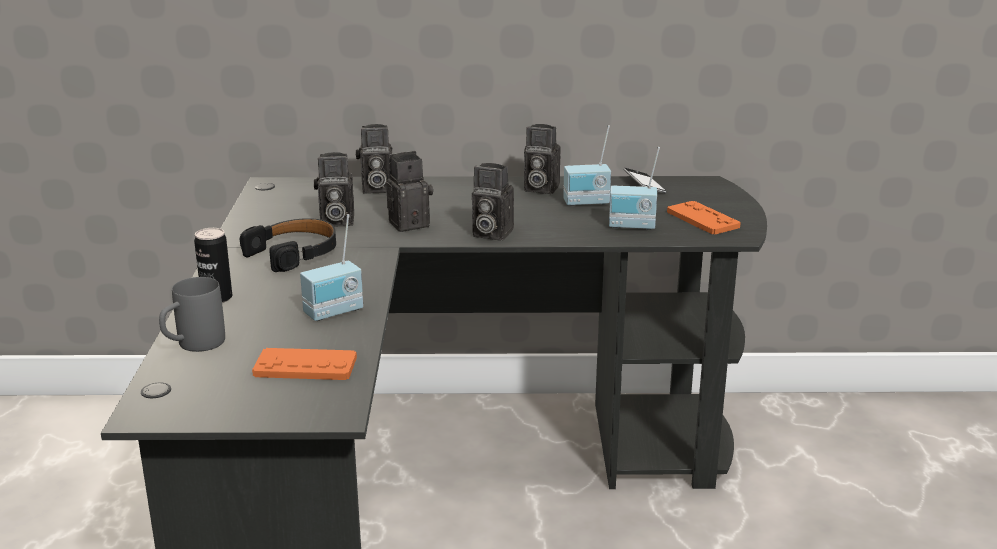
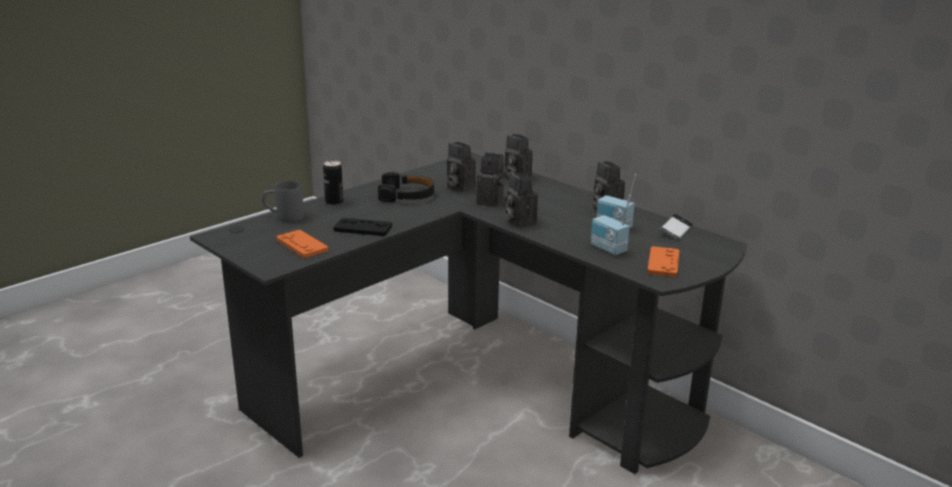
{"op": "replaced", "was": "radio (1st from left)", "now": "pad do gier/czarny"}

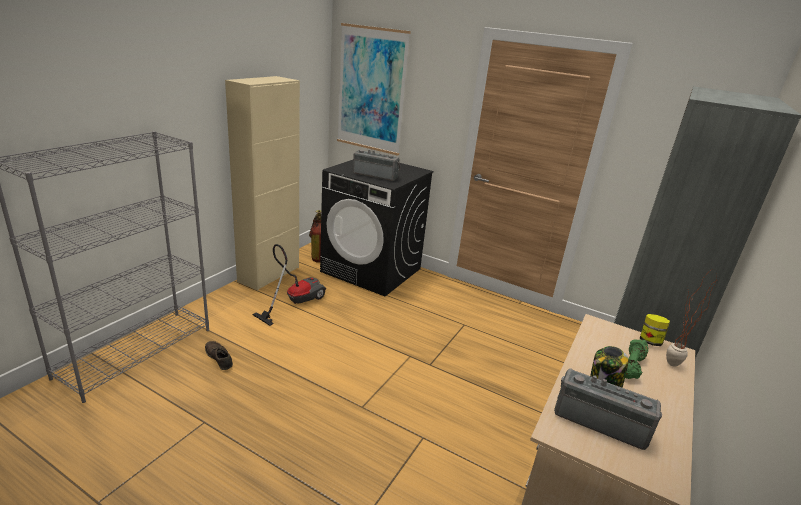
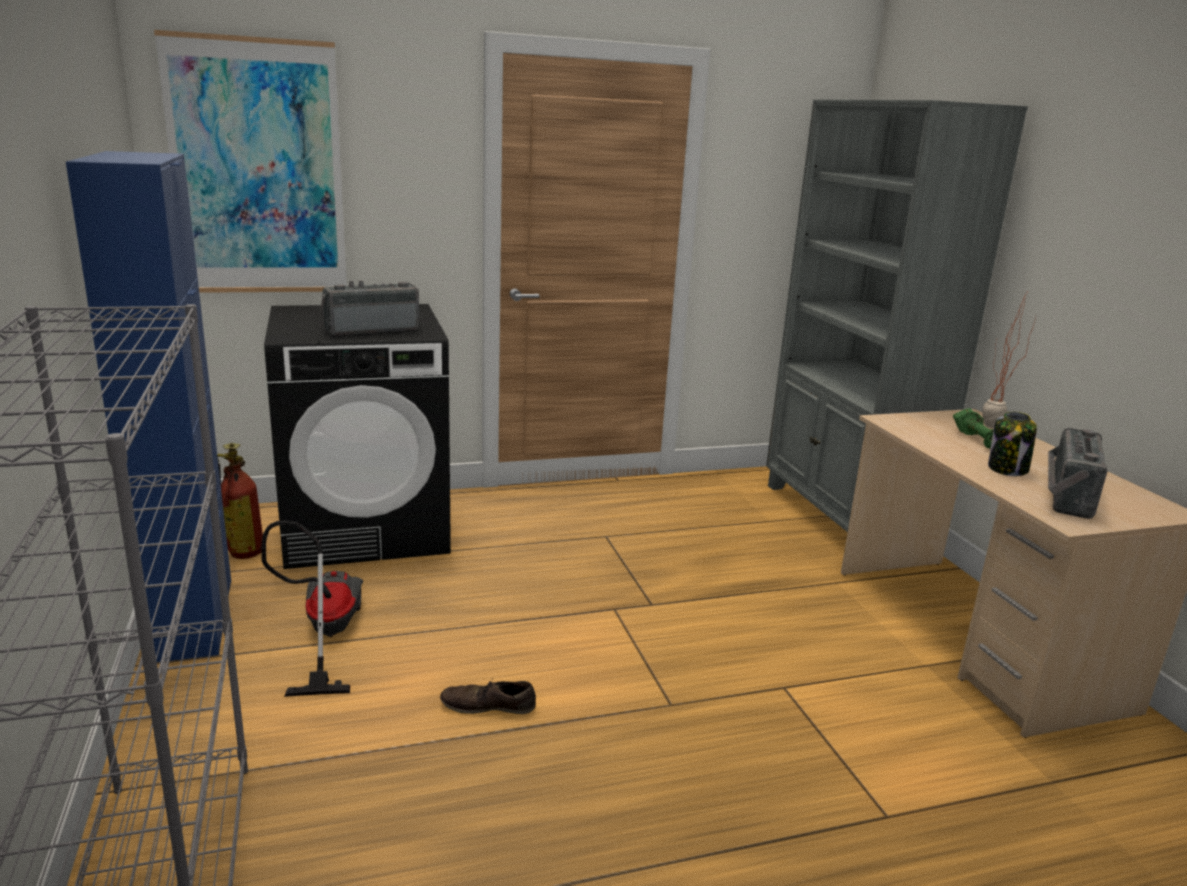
{"op": "recoloured", "was": "szafka/beżowy", "now": "szafka/niebieski"}
{"op": "removed", "was": "słoik (2nd from left)"}
{"op": "moved", "was": "but/brązowy"}
{"op": "turned", "was": "radio (2nd from left)", "clockwise": -45}

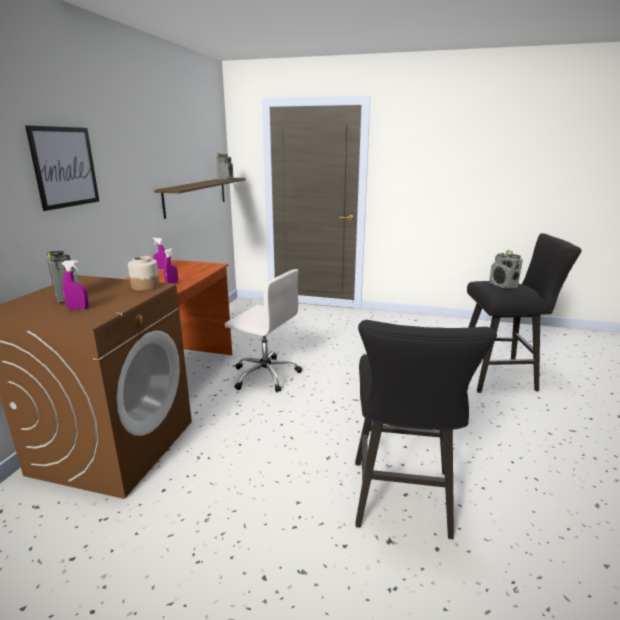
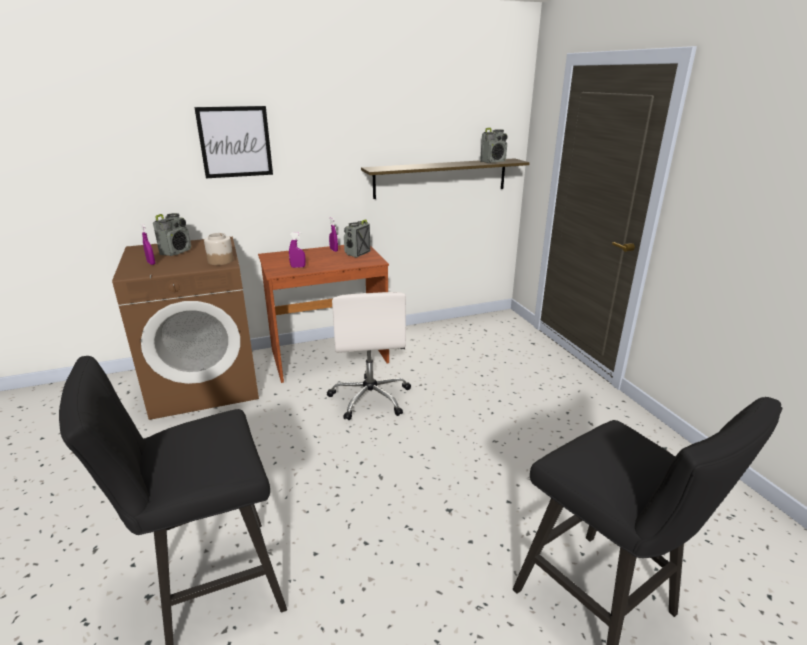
{"op": "moved", "was": "radio (3rd from left in the first image)", "now": "radio (2nd from left)"}

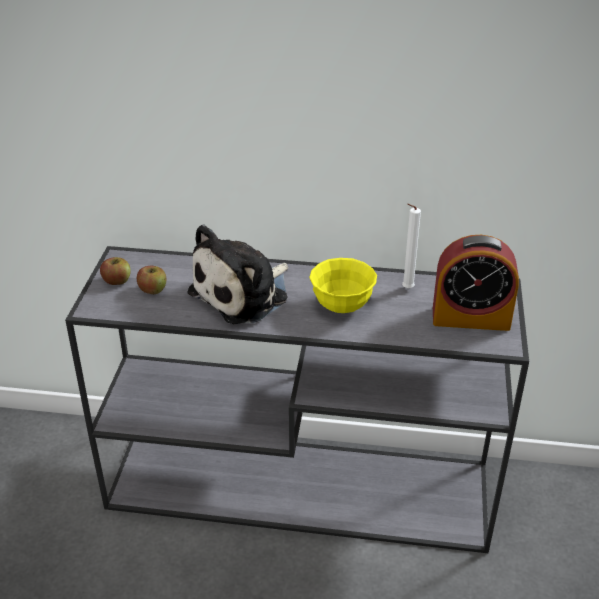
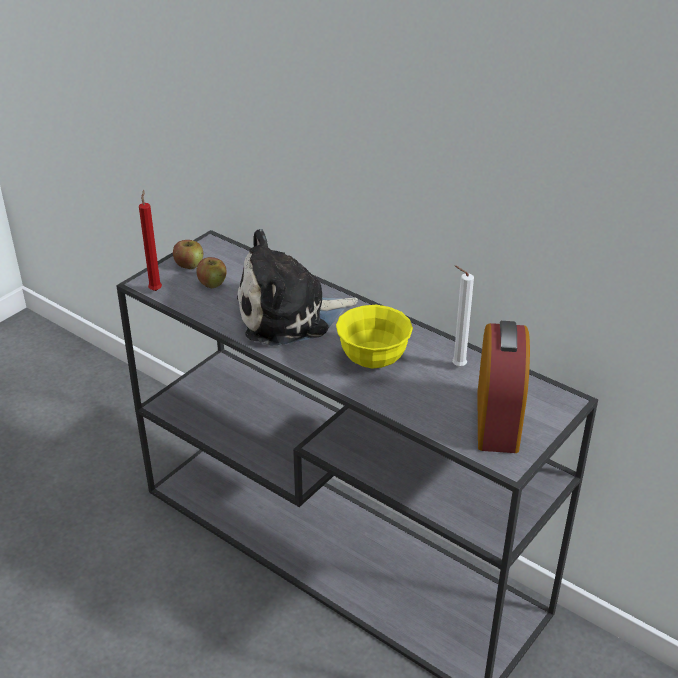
{"op": "turned", "was": "budzik", "clockwise": -120}
{"op": "added", "now": "świeca/czerwony"}

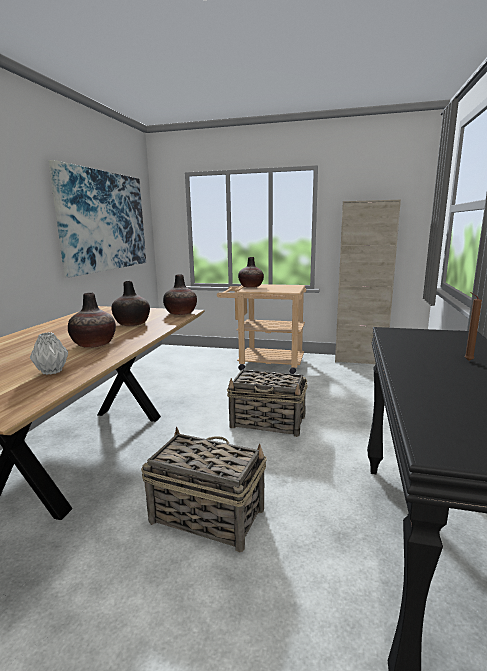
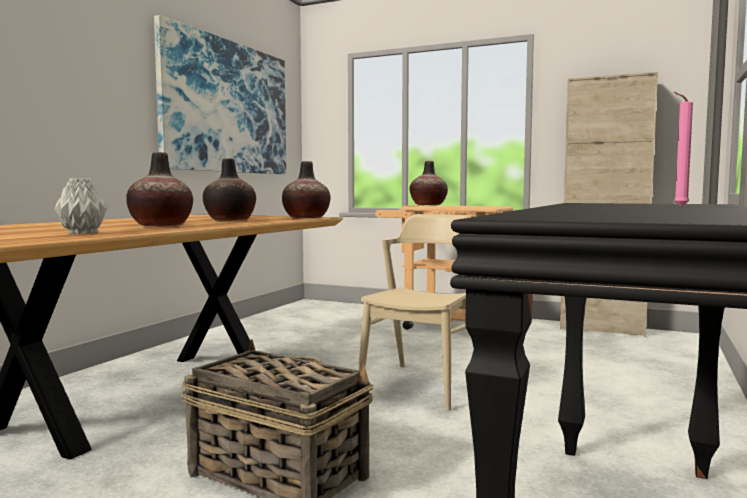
{"op": "recoloured", "was": "świeca/brązowy", "now": "świeca/różowy"}
{"op": "replaced", "was": "koszyk (2nd from left)", "now": "krzesło/beżowy"}

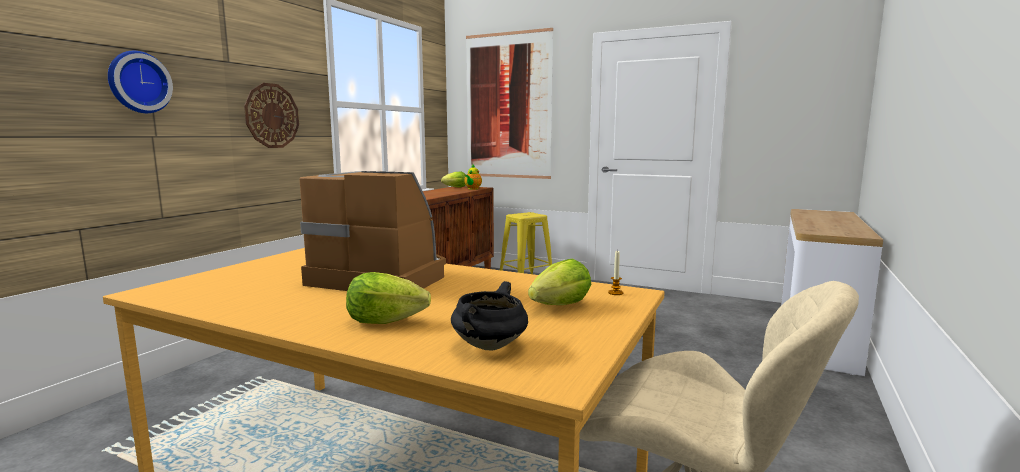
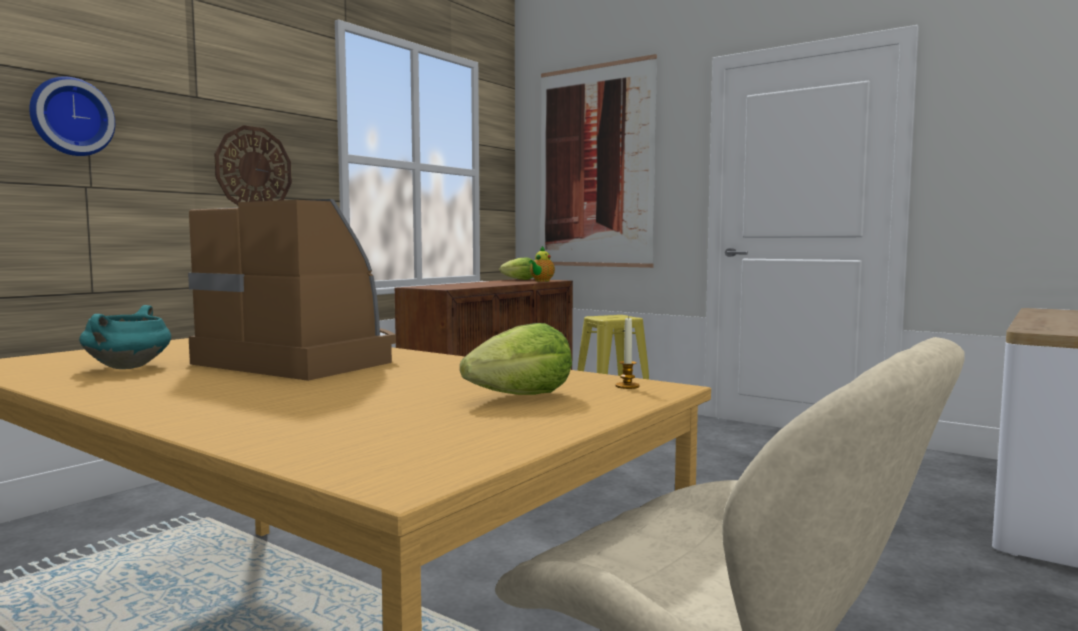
{"op": "removed", "was": "sałata (1st from left)"}
{"op": "removed", "was": "garnek/czarny"}
{"op": "added", "now": "garnek/turkusowy"}

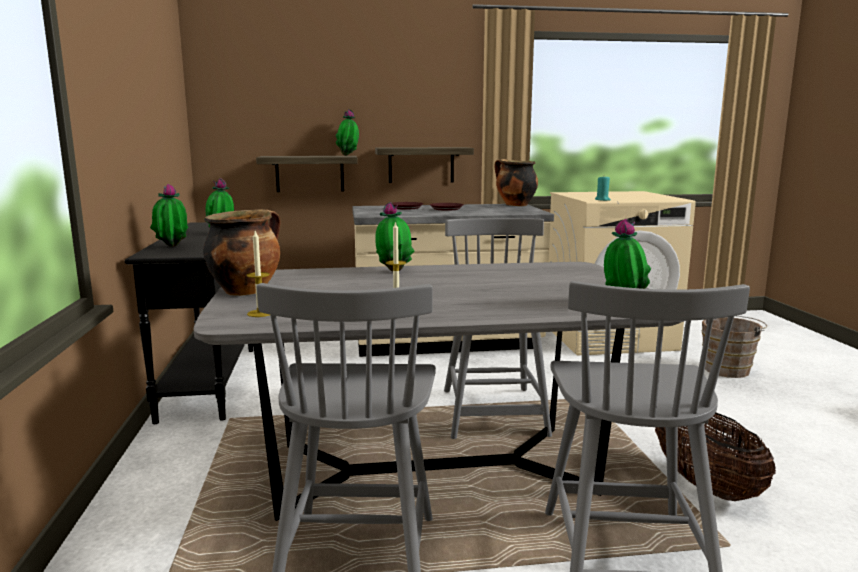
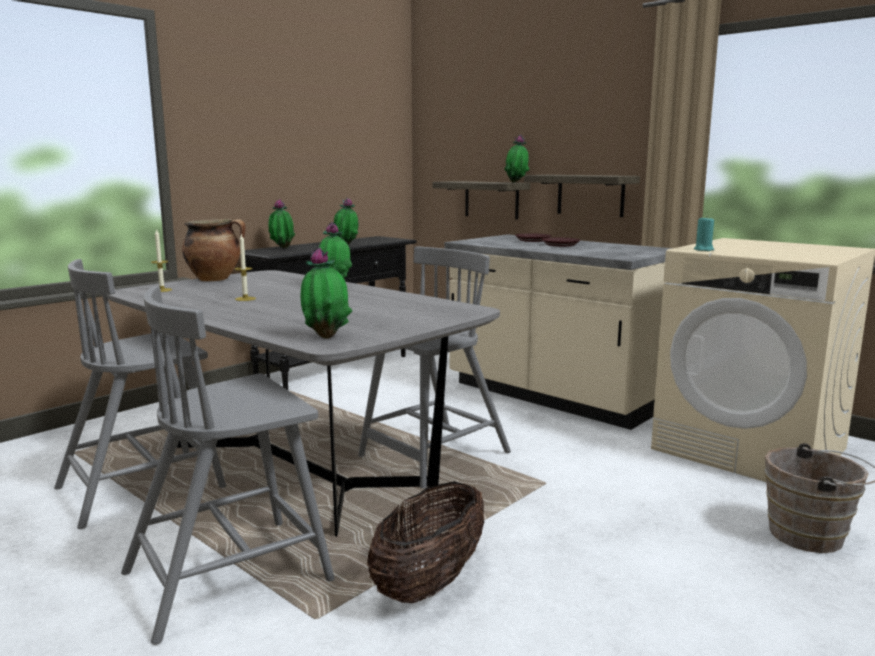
{"op": "removed", "was": "garnek (2nd from left)"}

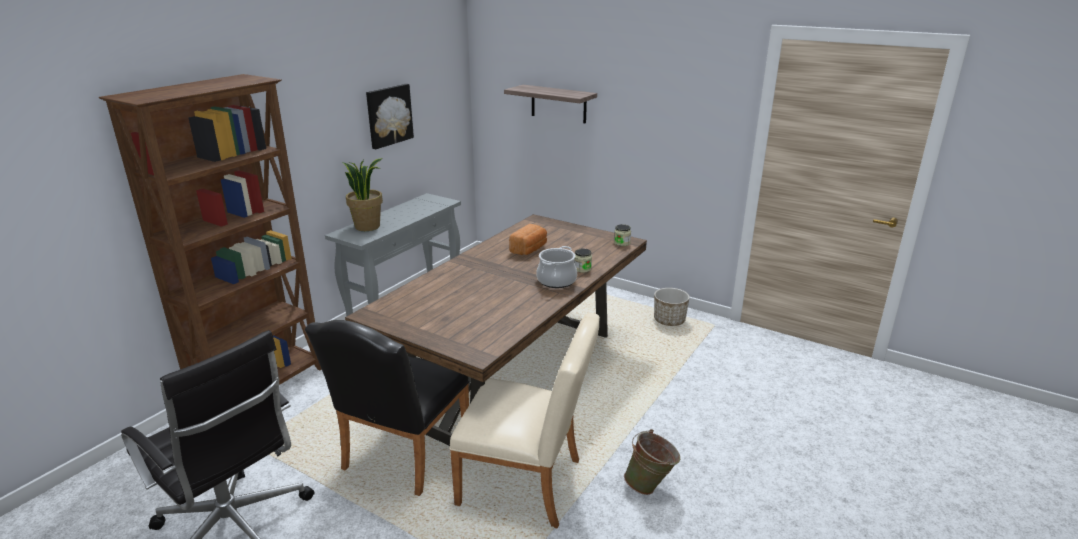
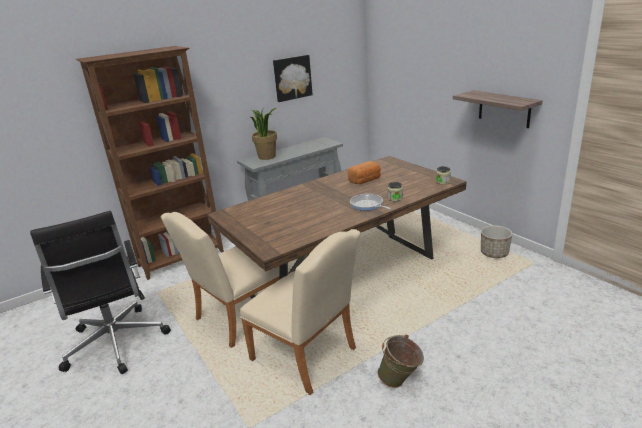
{"op": "moved", "was": "półka"}
{"op": "replaced", "was": "garnek", "now": "patelnia"}
{"op": "recoloured", "was": "krzesło/czarny", "now": "krzesło/beżowy (1st from left)"}

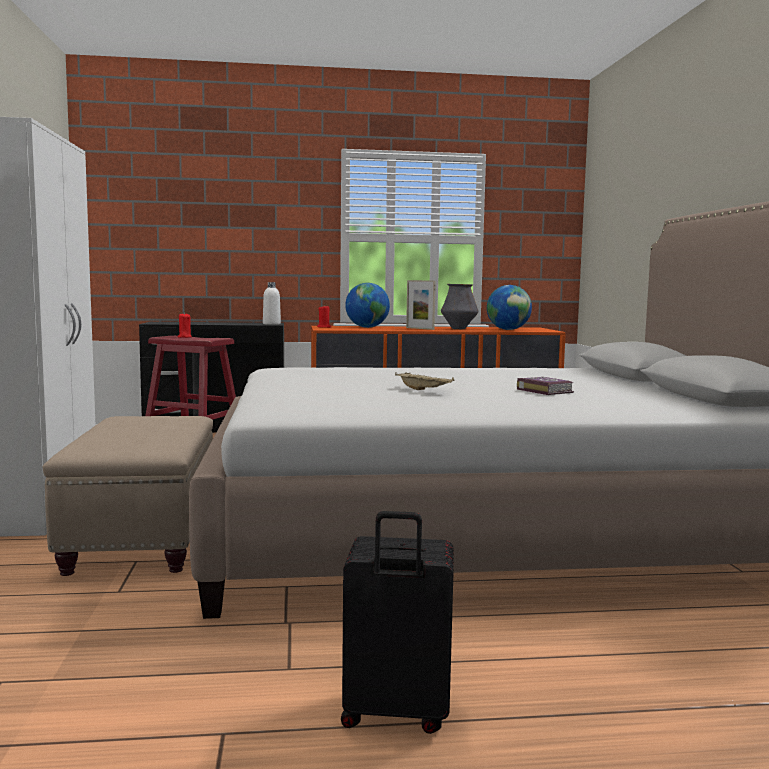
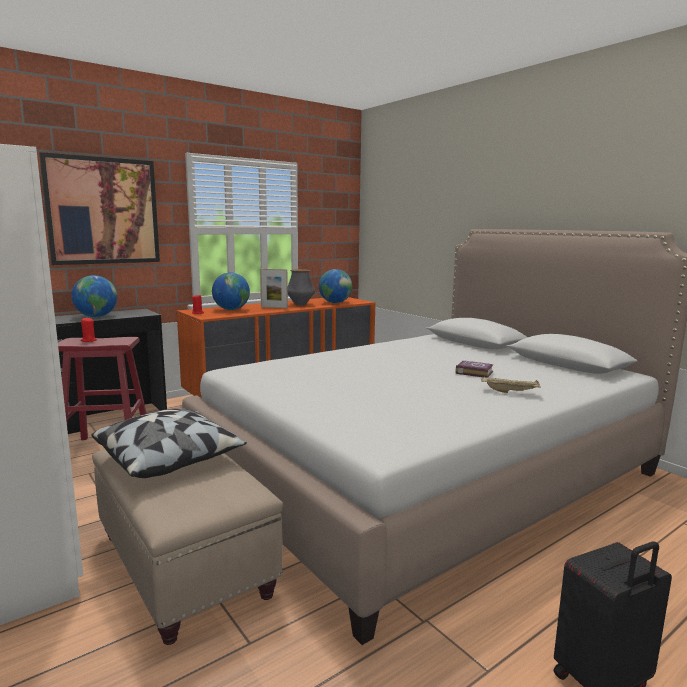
{"op": "removed", "was": "butelka/biały"}
{"op": "moved", "was": "taca/beżowy"}
{"op": "added", "now": "obraz"}
{"op": "added", "now": "globus (1st from left)"}
{"op": "added", "now": "poduszka"}

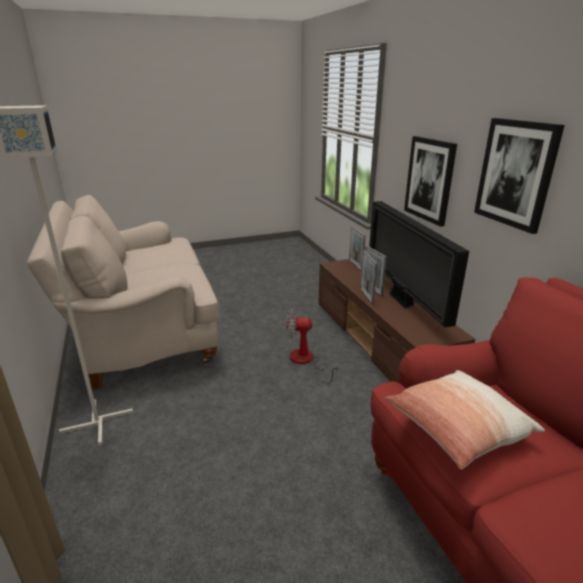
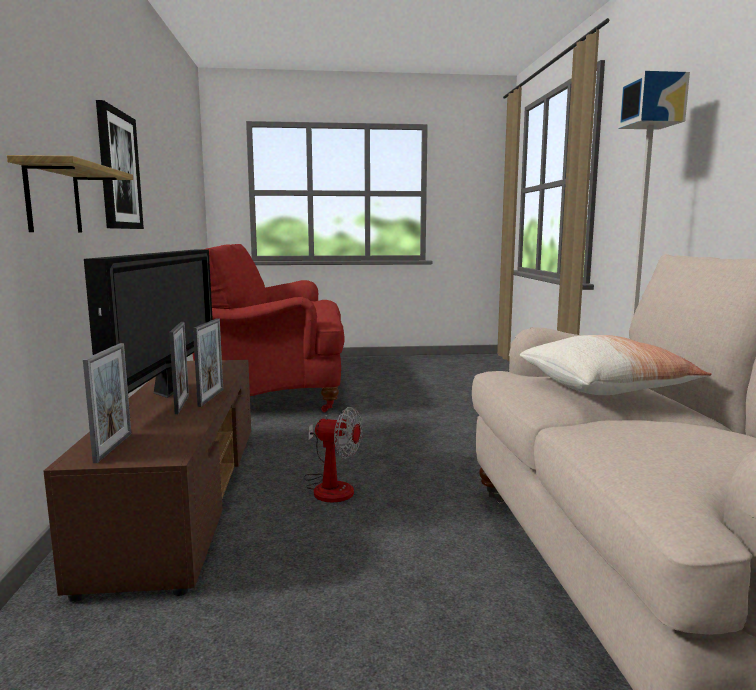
{"op": "replaced", "was": "obraz (1st from left)", "now": "półka"}
{"op": "moved", "was": "poduszka"}

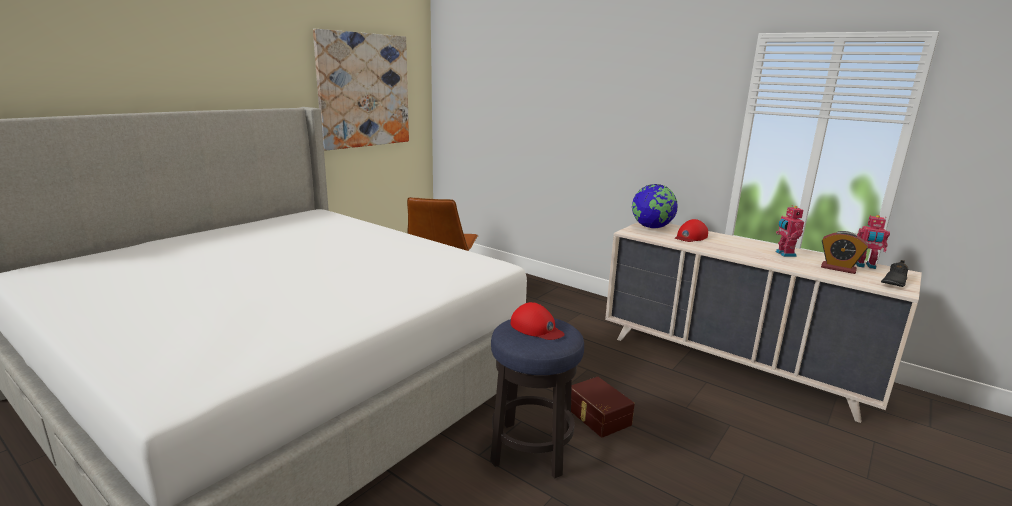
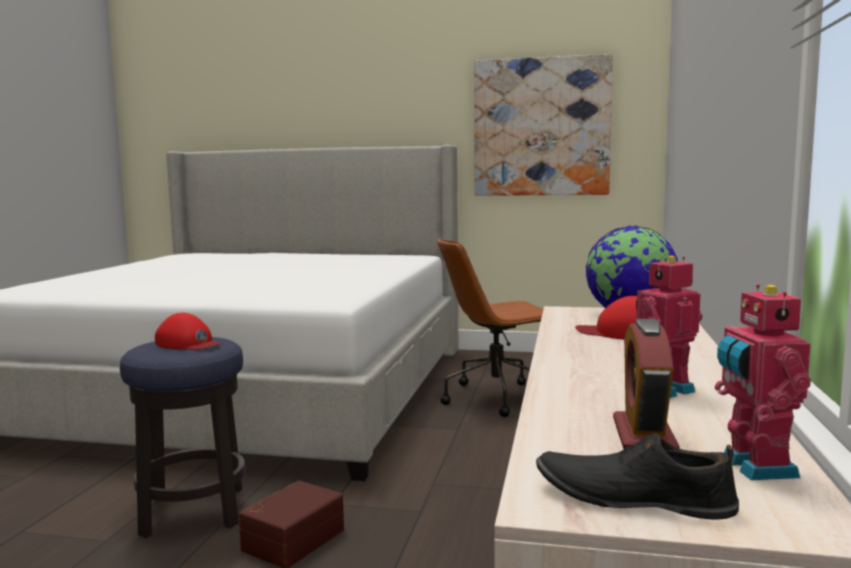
{"op": "turned", "was": "czapka z daszkiem/czerwony (1st from left)", "clockwise": -75}

